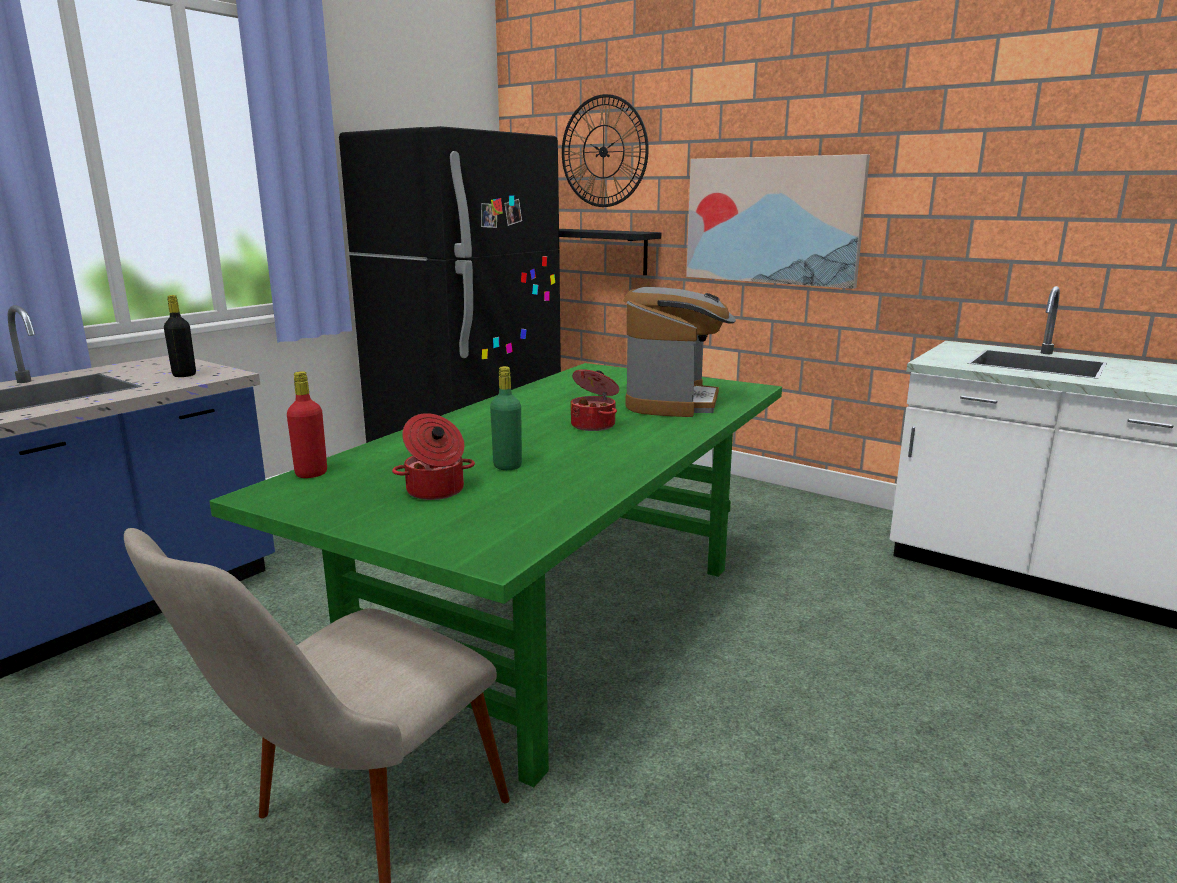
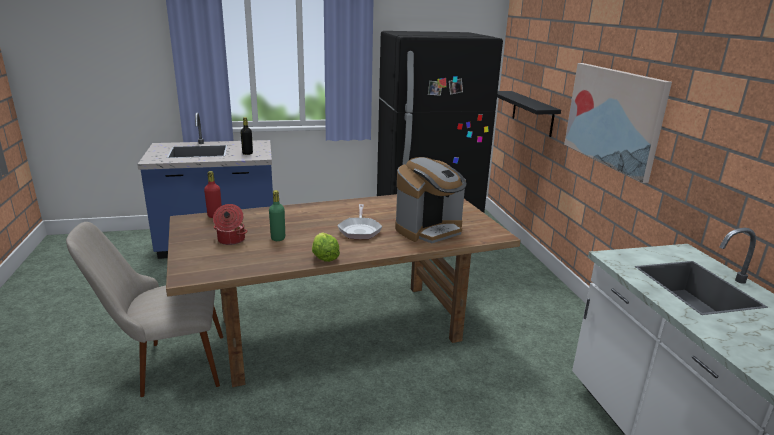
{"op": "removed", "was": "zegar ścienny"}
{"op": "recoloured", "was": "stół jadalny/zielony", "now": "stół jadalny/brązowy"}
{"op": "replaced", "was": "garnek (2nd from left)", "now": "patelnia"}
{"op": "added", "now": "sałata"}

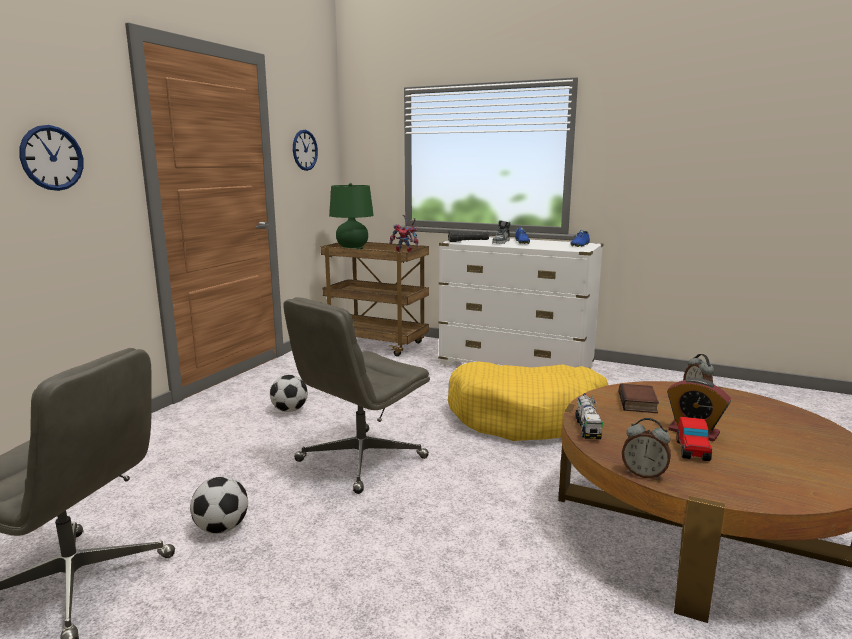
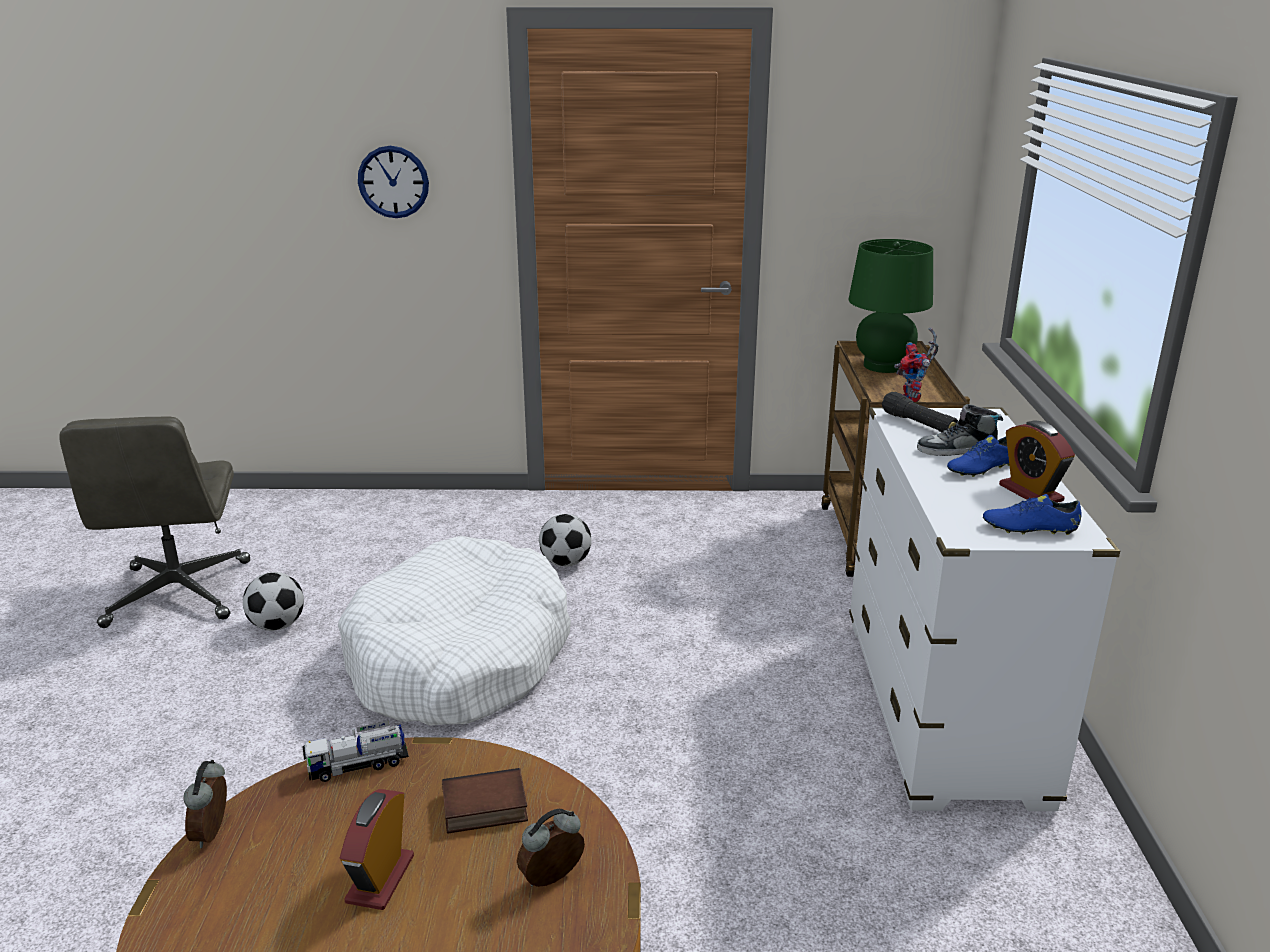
{"op": "removed", "was": "zegar ścienny (2nd from left)"}
{"op": "replaced", "was": "krzesło biurowe/szary (2nd from left)", "now": "legowisko/biały"}
{"op": "removed", "was": "legowisko/żółty"}
{"op": "removed", "was": "samochodzik"}
{"op": "added", "now": "budzik (4th from left)"}

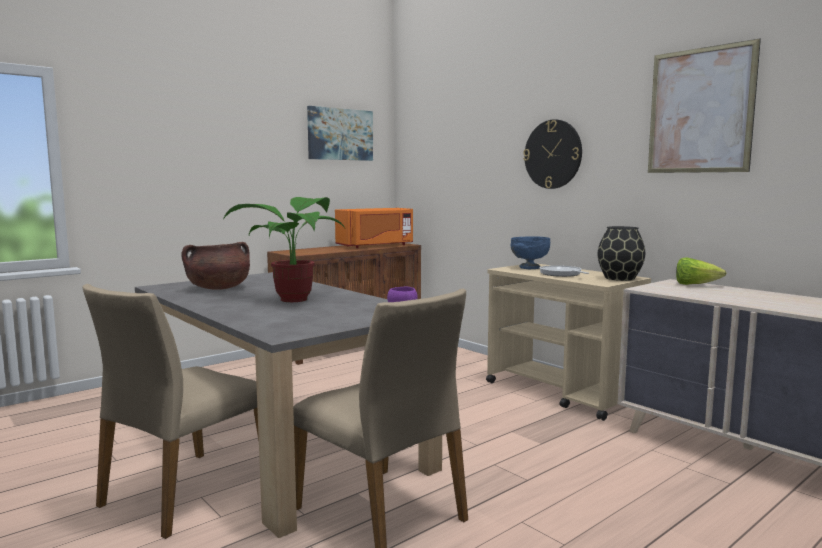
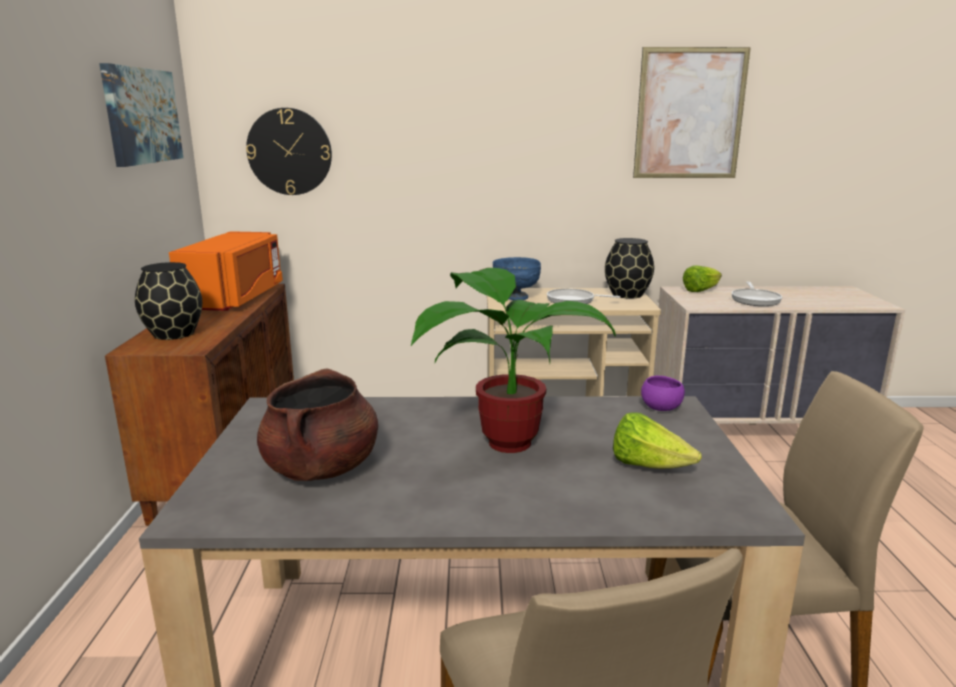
{"op": "moved", "was": "zegar ścienny"}
{"op": "added", "now": "wazon/czarny (1st from left)"}
{"op": "added", "now": "patelnia (2nd from left)"}
{"op": "added", "now": "sałata (1st from left)"}

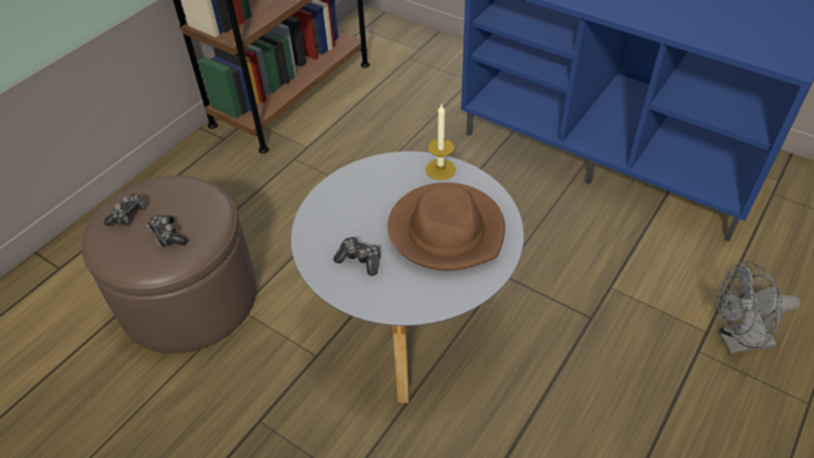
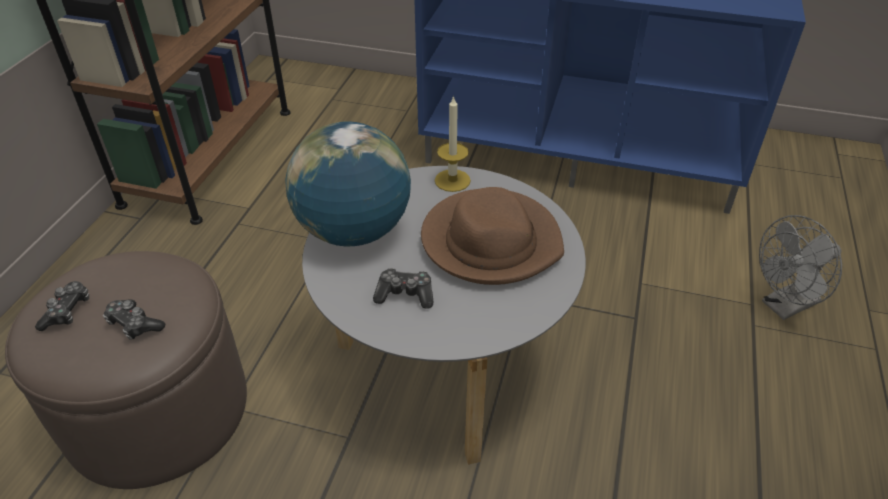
{"op": "added", "now": "globus"}

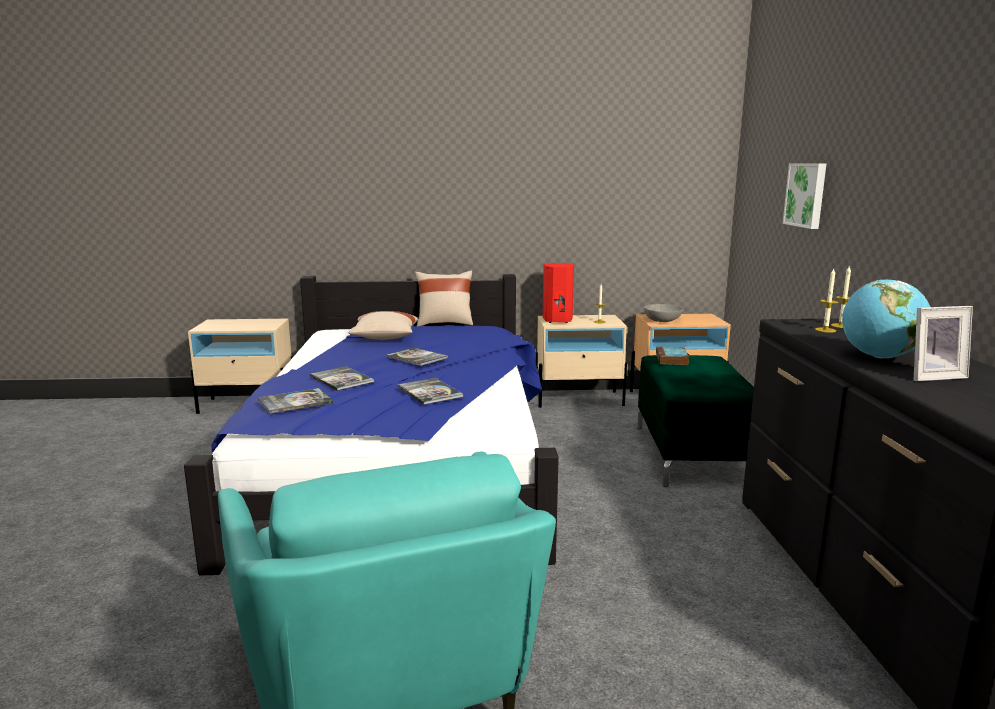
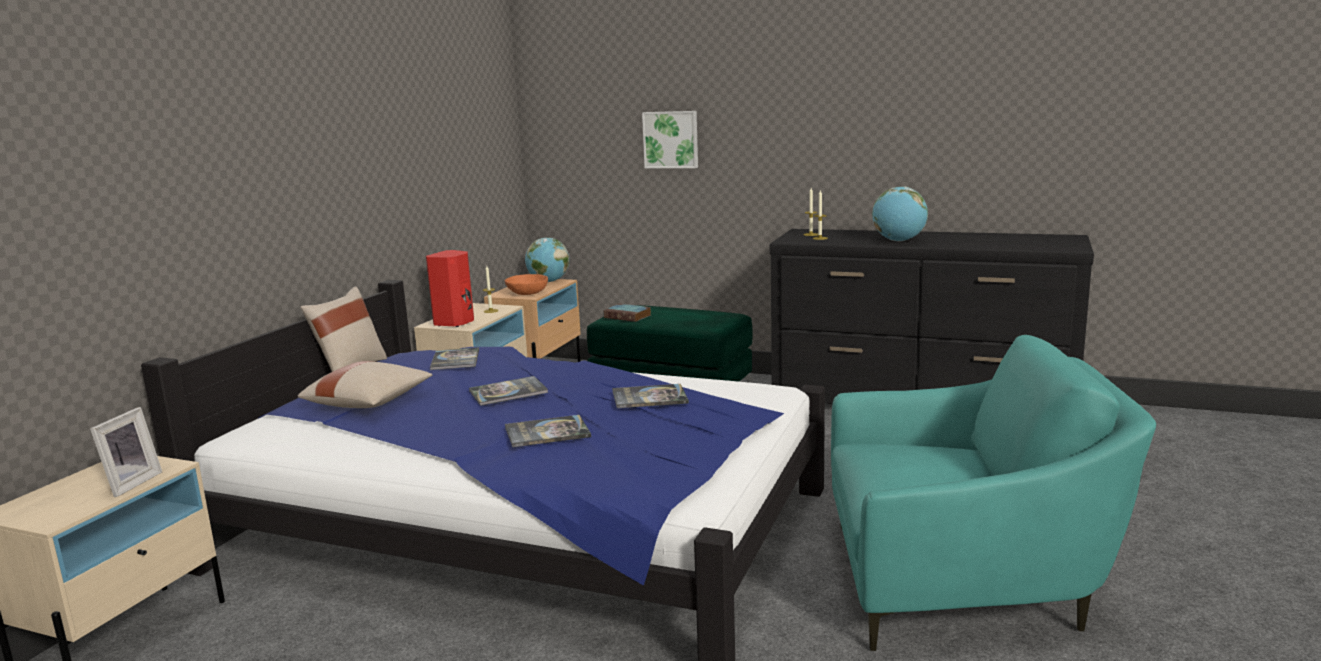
{"op": "recoloured", "was": "miska/szary", "now": "miska/pomarańczowy"}
{"op": "moved", "was": "ramka na zdjęcie"}
{"op": "moved", "was": "książka (1st from left)"}
{"op": "added", "now": "globus (1st from left)"}

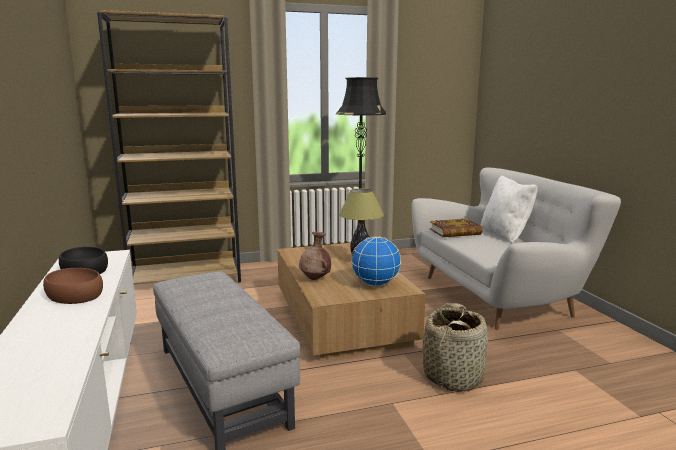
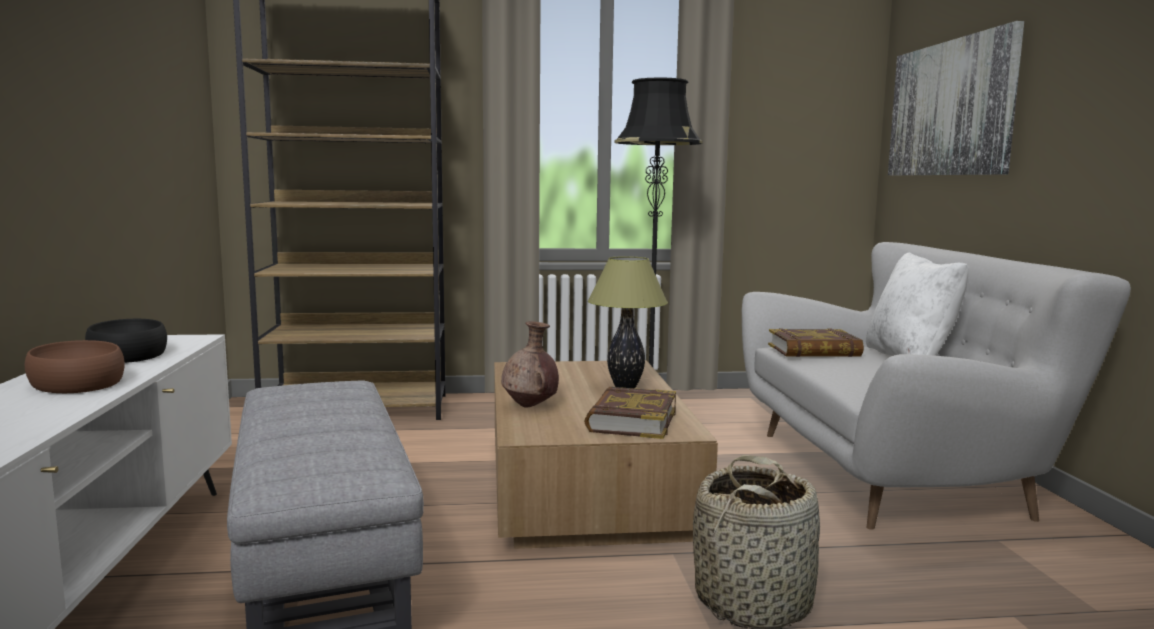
{"op": "replaced", "was": "globus", "now": "książka (1st from left)"}
{"op": "added", "now": "obraz"}

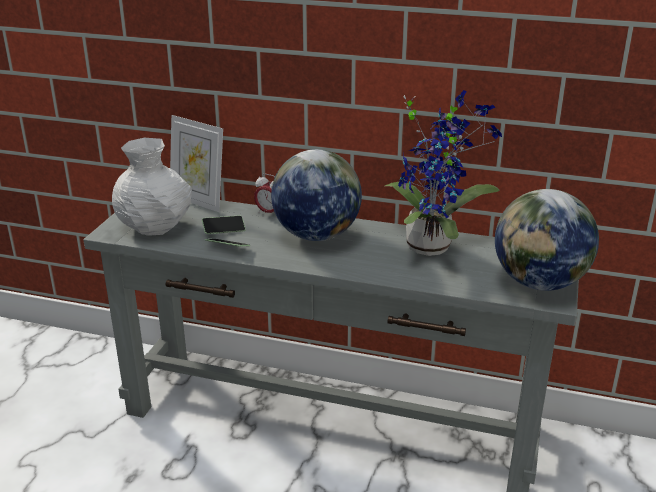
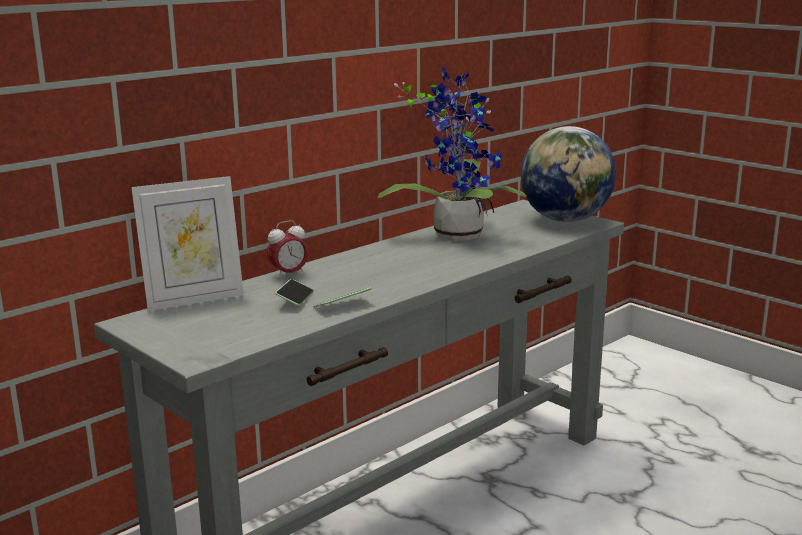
{"op": "removed", "was": "wazon/biały"}
{"op": "removed", "was": "globus (1st from left)"}

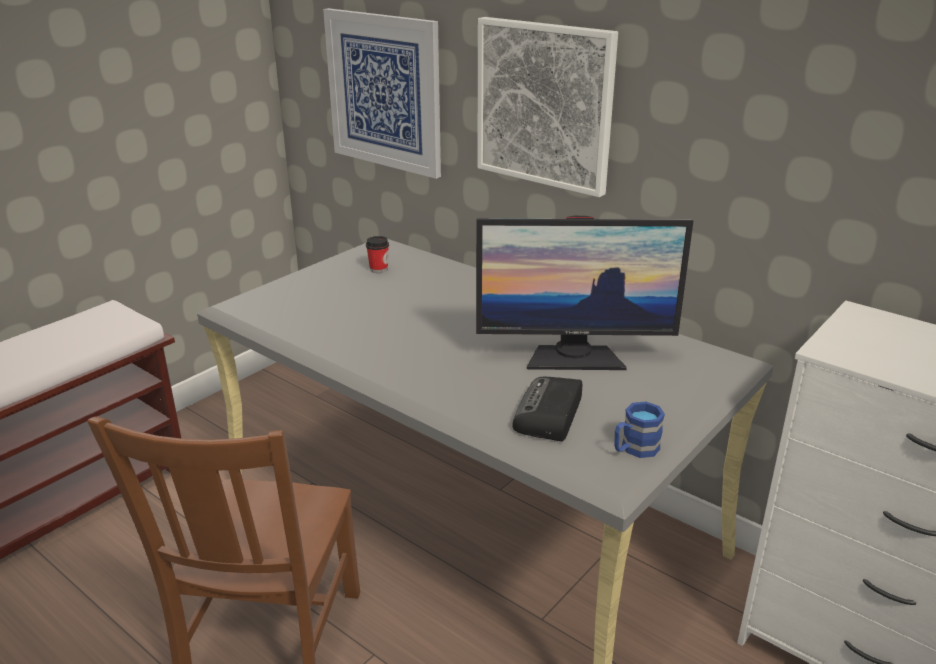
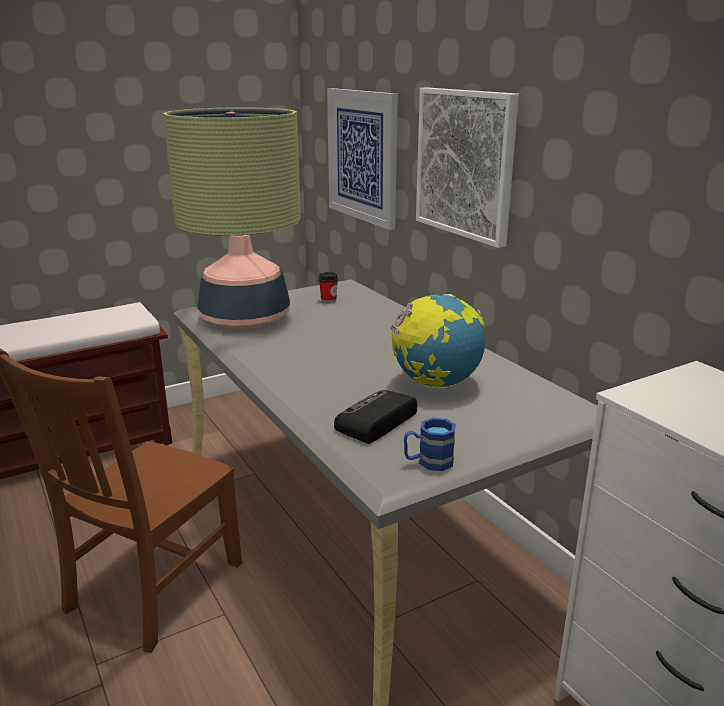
{"op": "replaced", "was": "monitor", "now": "globus"}
{"op": "added", "now": "lampa stołowa"}

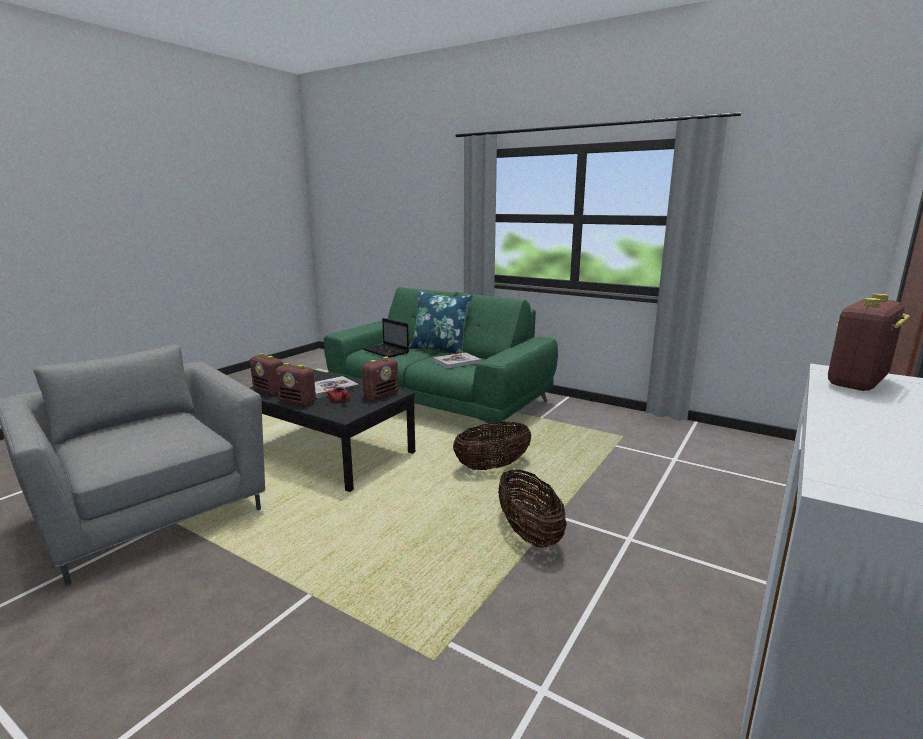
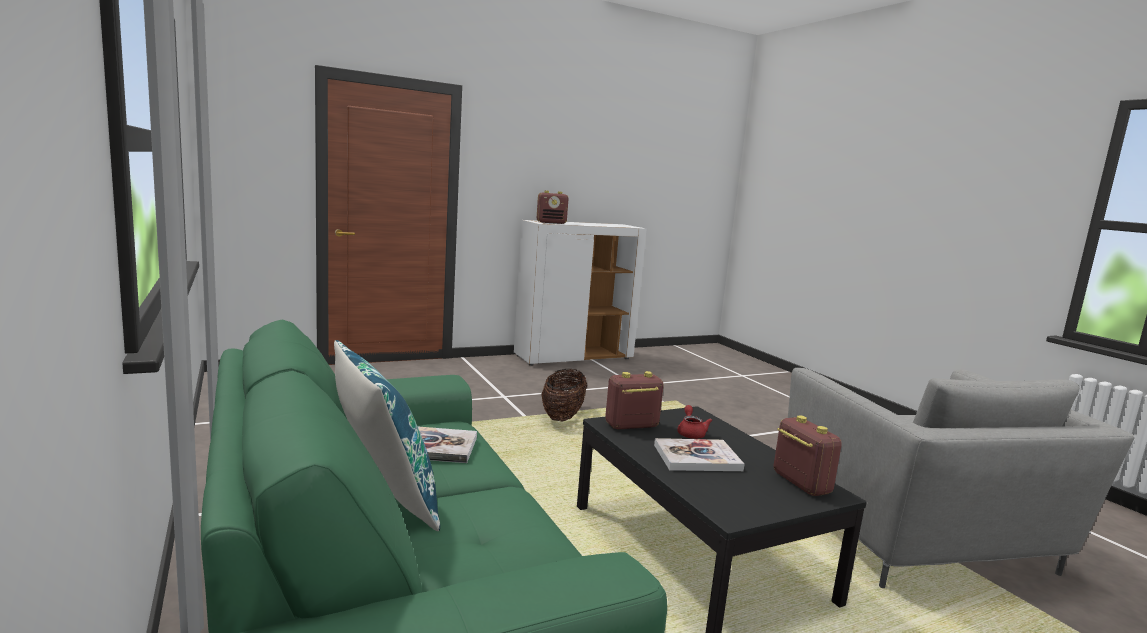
{"op": "removed", "was": "laptop"}
{"op": "removed", "was": "radio (2nd from left)"}
{"op": "removed", "was": "koszyk (1st from left)"}

